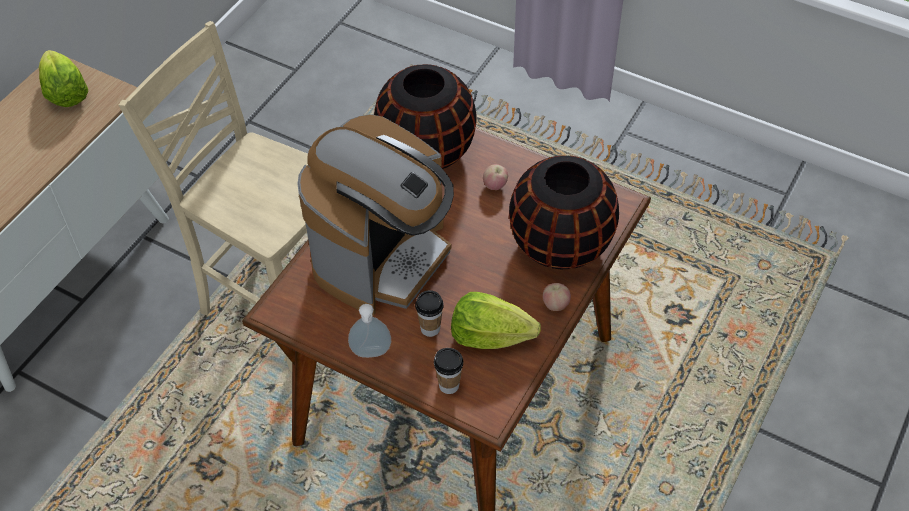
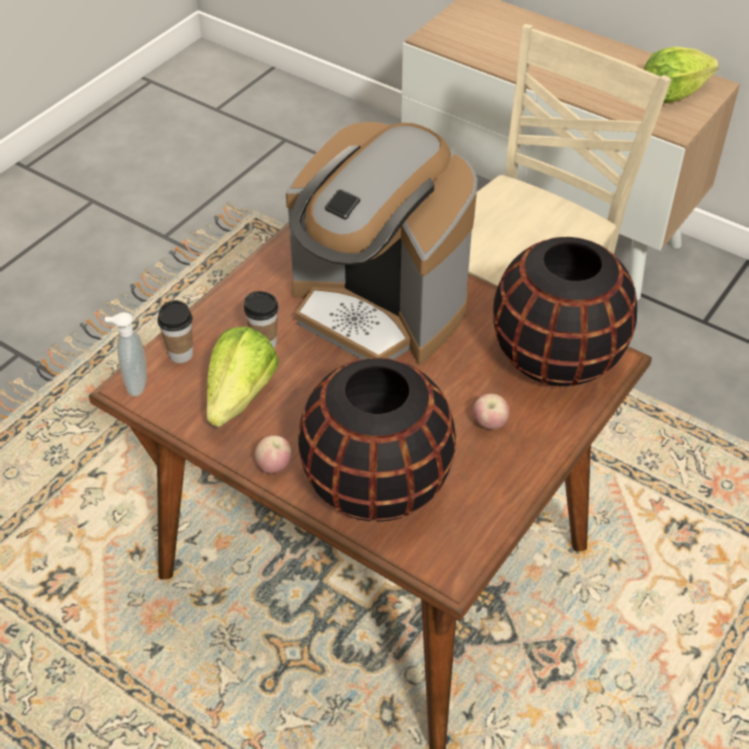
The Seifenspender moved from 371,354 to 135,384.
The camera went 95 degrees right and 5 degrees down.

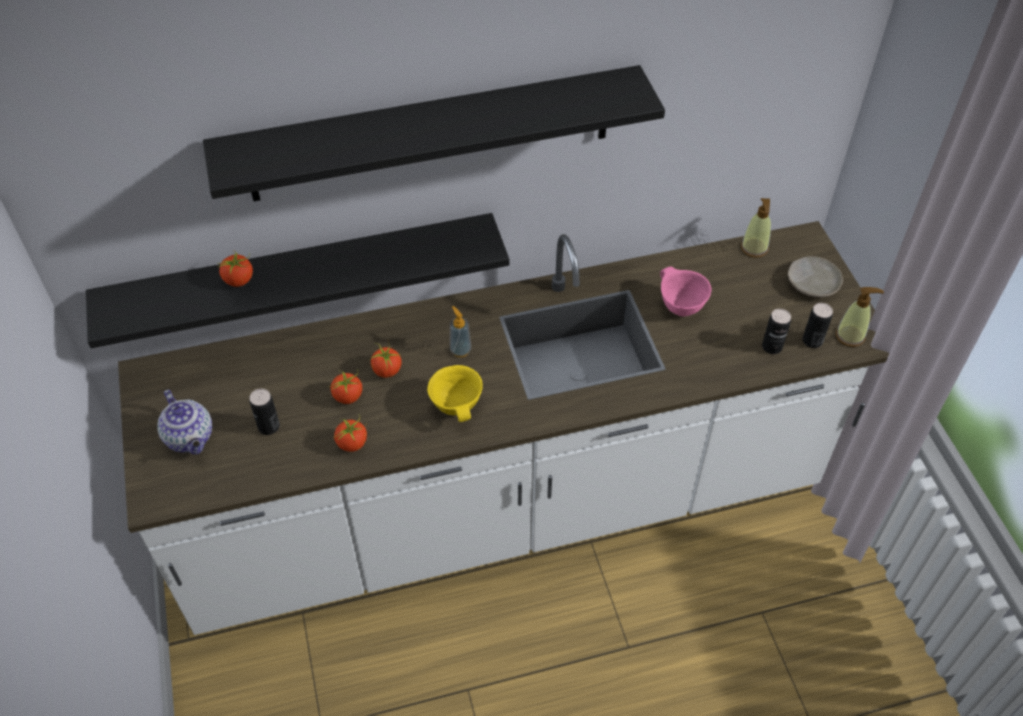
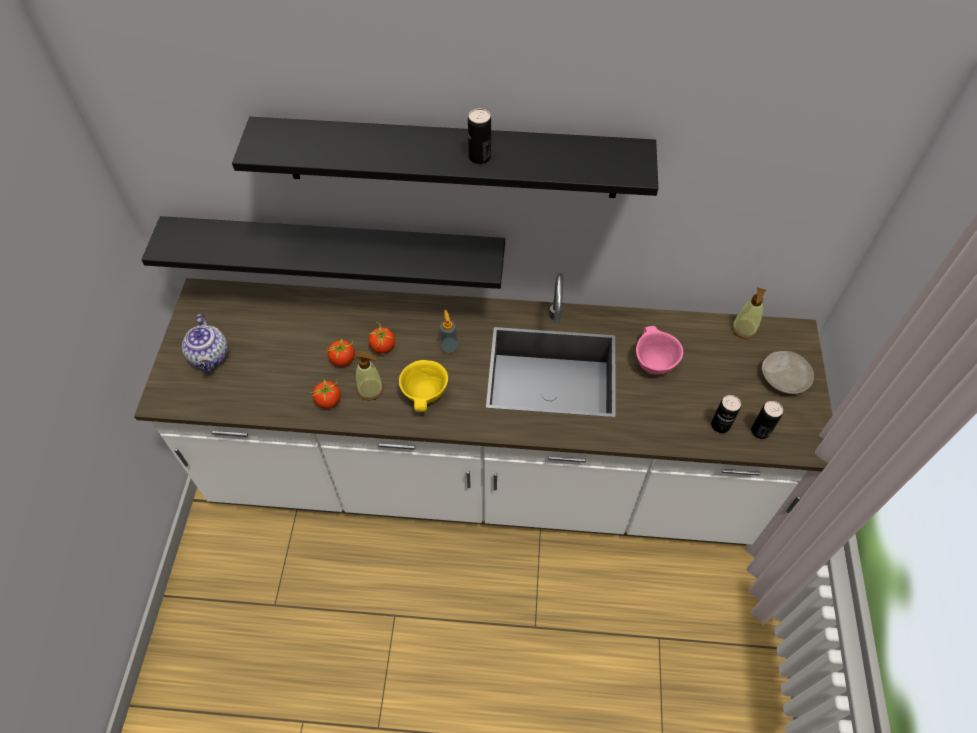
The Tomate at 239,280 disappeared.
The Dose moved from 269,426 to 479,157.
The Seifenspender moved from 850,336 to 370,389.
The camera went 20 degrees right and 5 degrees up.

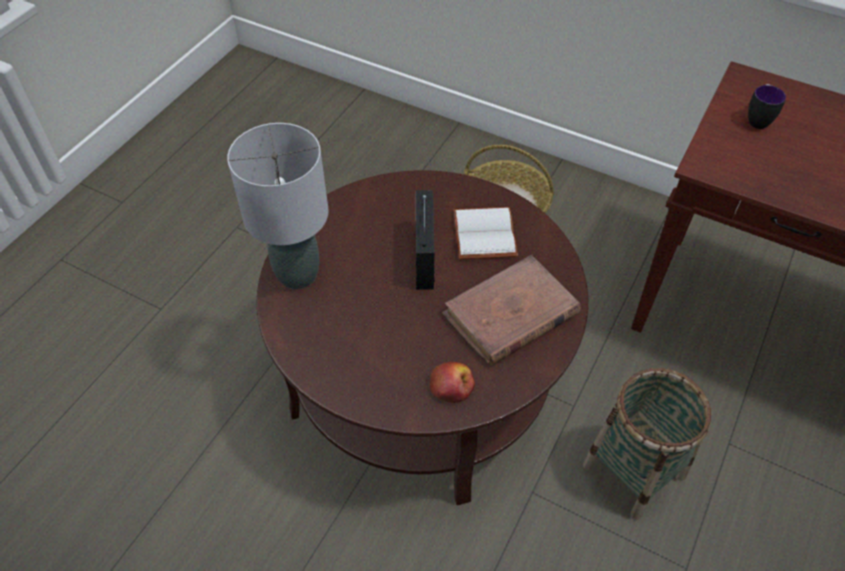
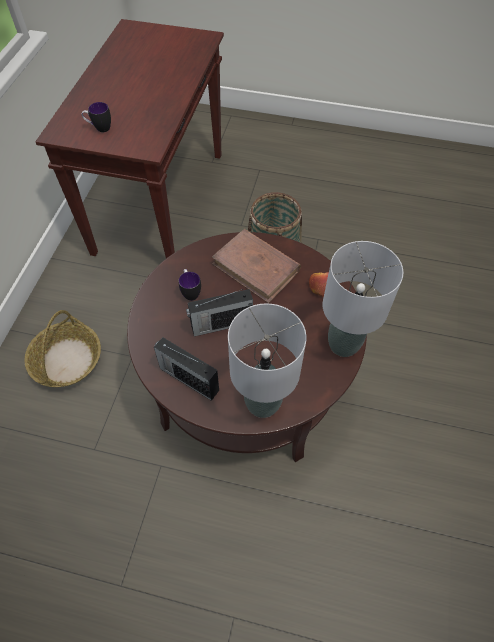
The Buch (weiß) at 486,235 was replaced by the Henkelbecher at 190,292.
The Radio at 188,378 appeared.
The Tischlampe (grau) at 343,345 appeared.
The camera went 105 degrees left and 5 degrees up.

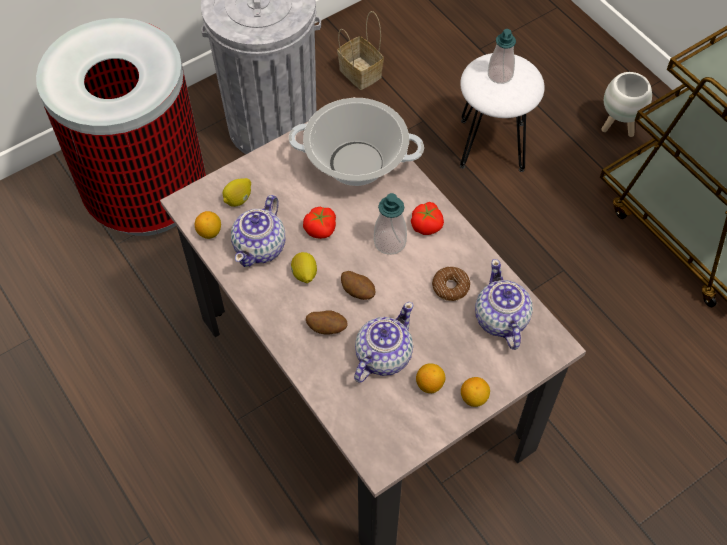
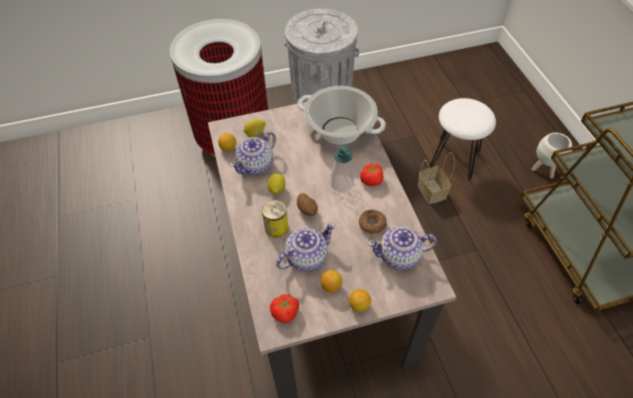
The Tomate moved from 321,229 to 285,312.
The Kartoffel at 327,328 was replaced by the Dose at 276,228.
The Korb moved from 358,73 to 430,191.
The Teekanne at 500,319 turned 105 degrees counterclockwise.
The Seifenspender at 500,75 disappeared.
The camera went 20 degrees right and 5 degrees down.

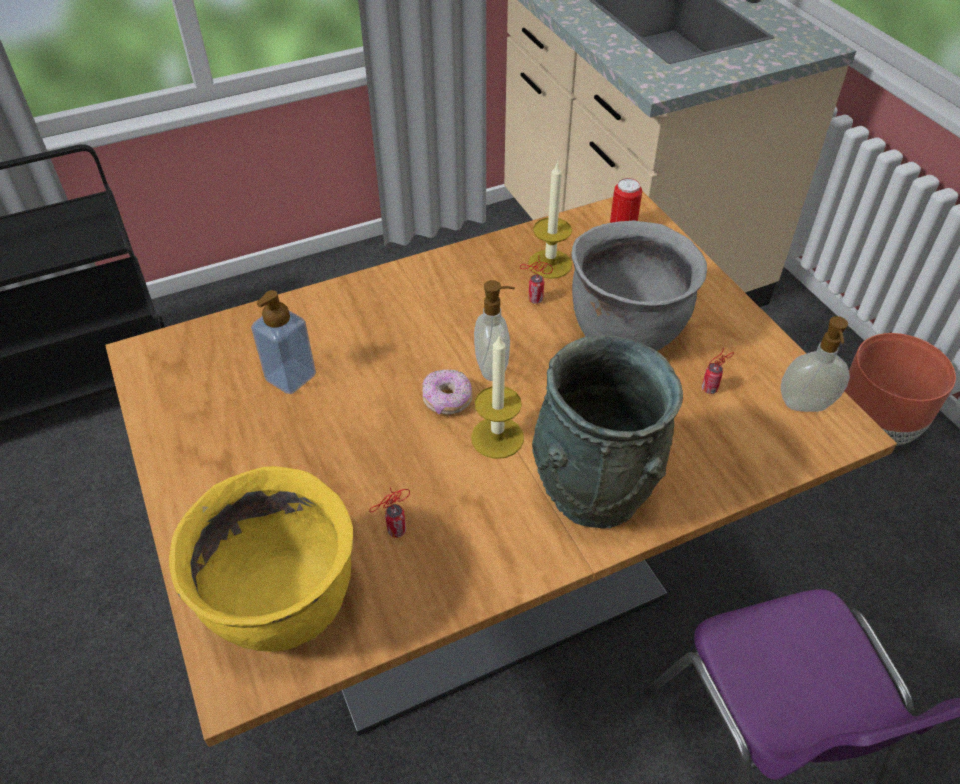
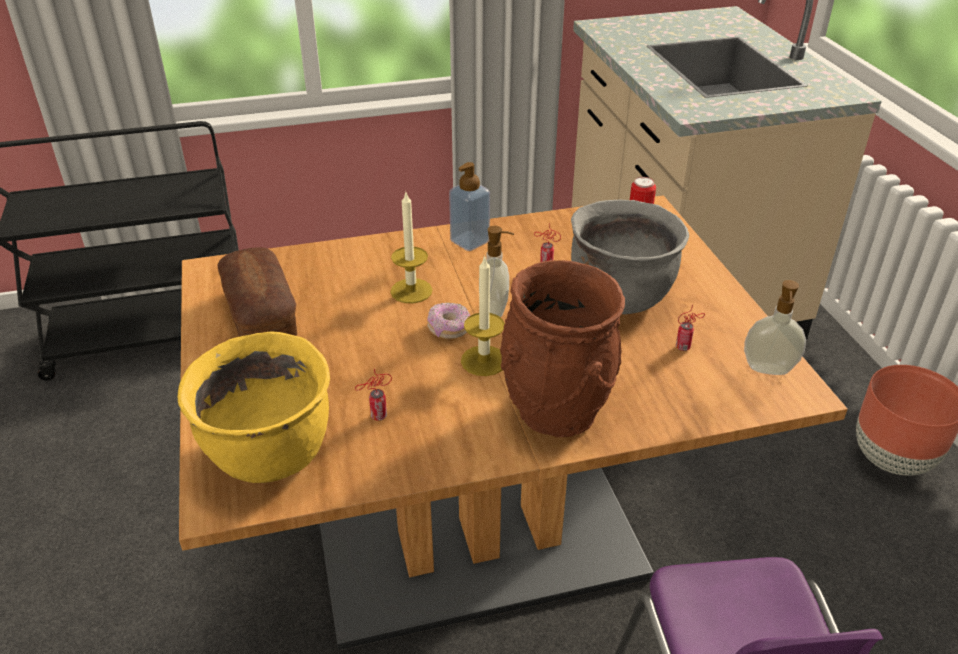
The Seifenspender moved from 290,377 to 469,241.
The Kerze moved from 550,264 to 411,291.
The Vase (grau) at 592,493 became the Vase (braun) at 554,411.
The Brot at 261,316 appeared.
The camera went 10 degrees right and 10 degrees down.

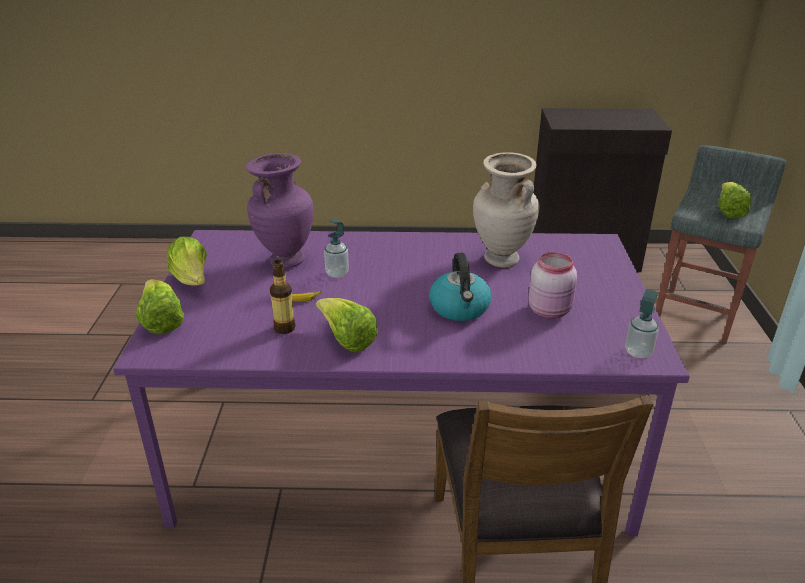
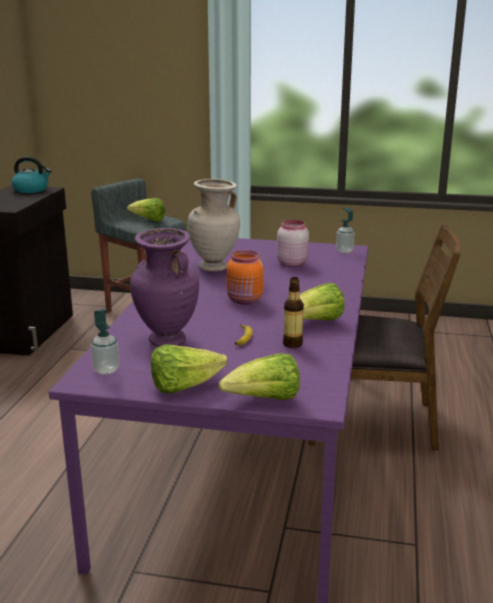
The Seifenspender moved from 337,273 to 106,370.
The Wasserkessel moved from 460,308 to 32,190.
The Vorratsglas (orange) at 245,300 appeared.
The camera went 80 degrees left and 10 degrees down.

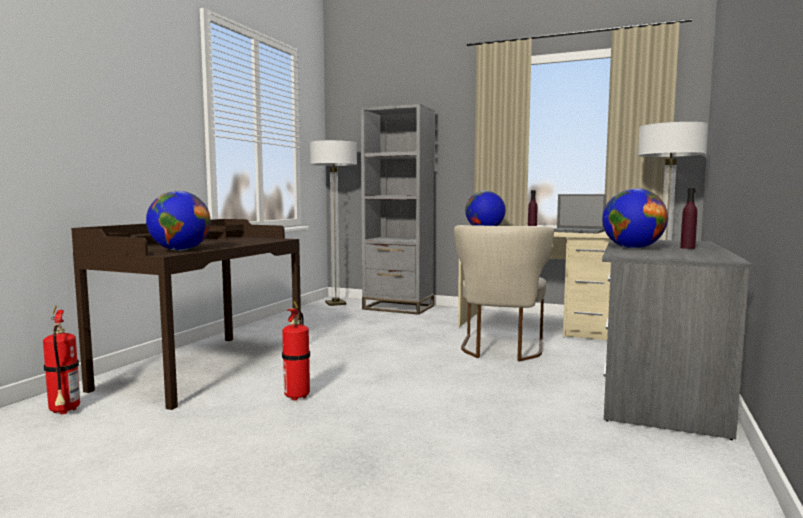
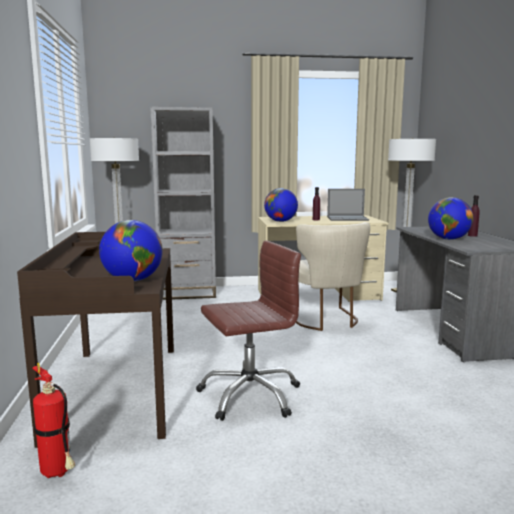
The Feuerlöscher at 298,396 was replaced by the Bürostuhl (braun) at 249,395.
The camera went 30 degrees left and 5 degrees up.

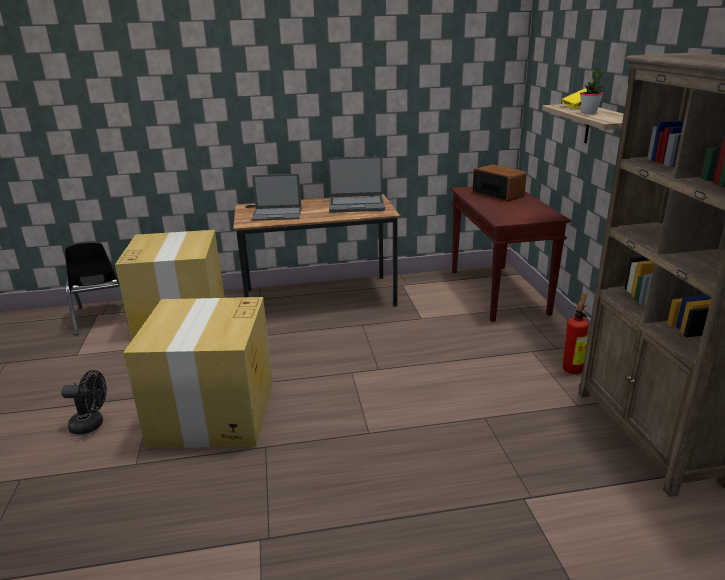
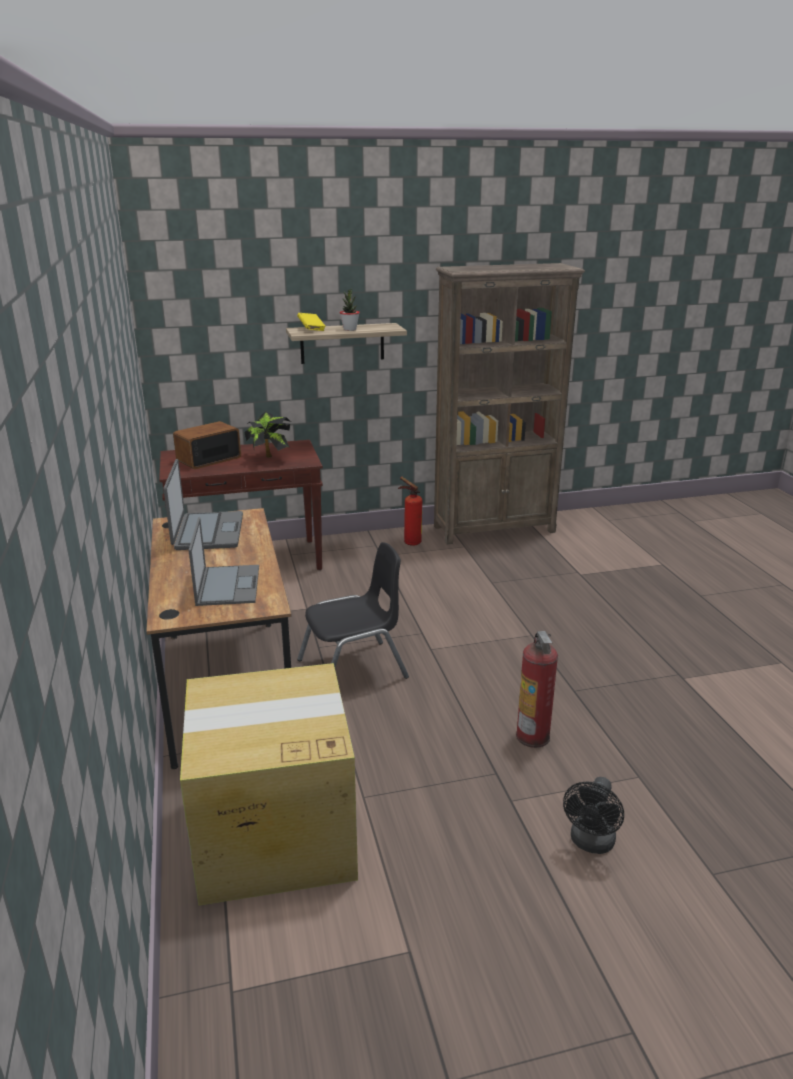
The Ventilator (schwarz) at 92,425 turned 150 degrees counterclockwise.
The Stuhl (schwarz) moved from 105,317 to 353,670.
The Karton at 213,414 was replaced by the Feuerlöscher at 533,736.
The Topfpflanze at 269,458 appeared.
The camera went 95 degrees left and 0 degrees up.

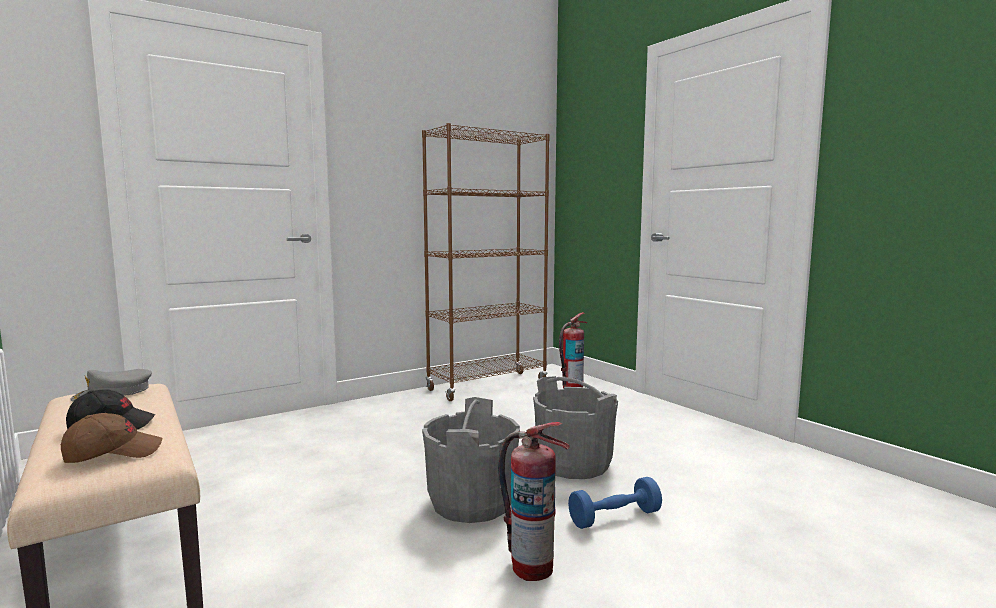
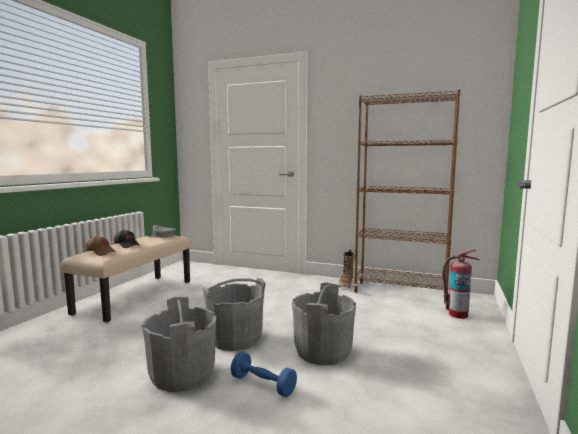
The Feuerlöscher at 532,567 was replaced by the Eimer (grau) at 182,374.
The Stiefel at 346,284 appeared.
The camera went 55 degrees right and 0 degrees up.

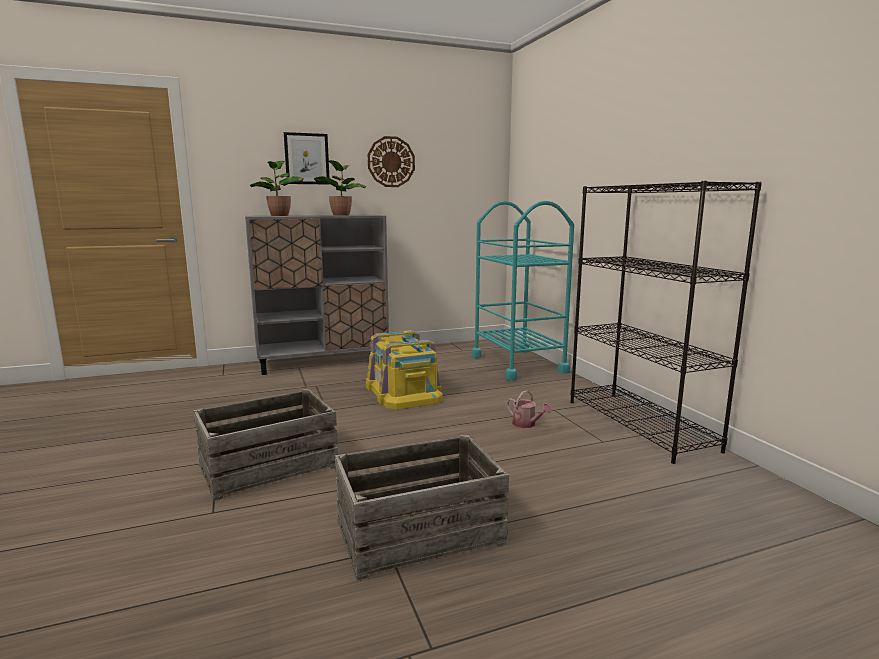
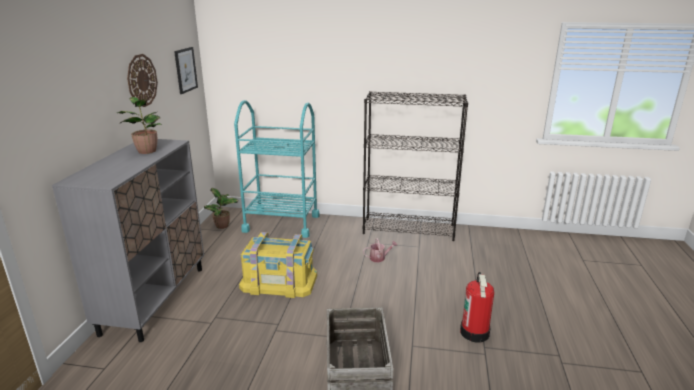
The Topfpflanze moved from 279,215 to 223,226.
The Bild moved from 307,159 to 185,70.
The Kiste at 419,533 was replaced by the Feuerlöscher at 475,333.
The camera went 60 degrees left and 10 degrees up.

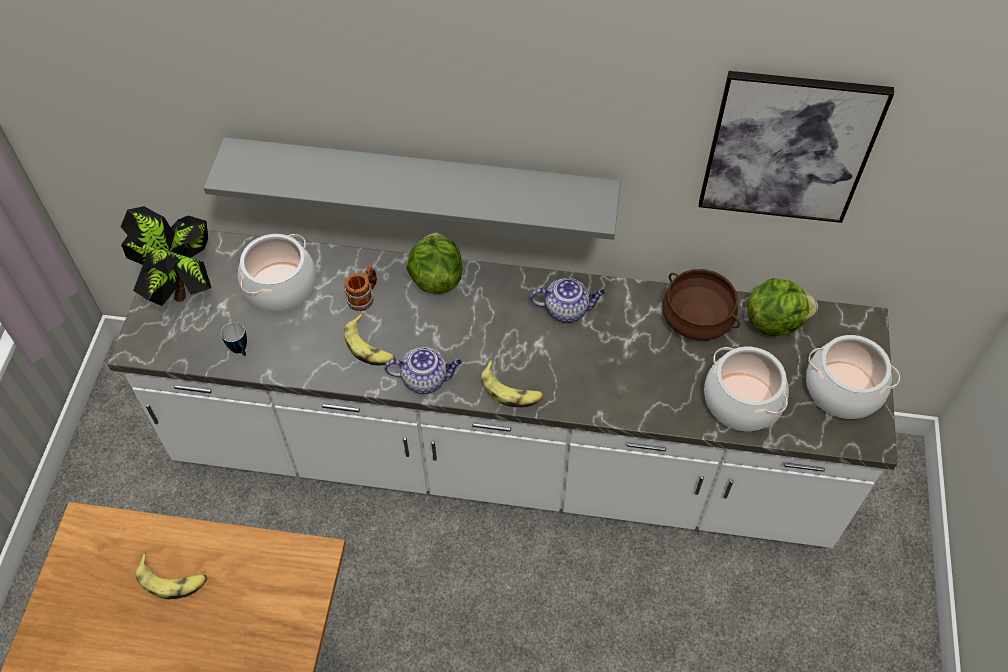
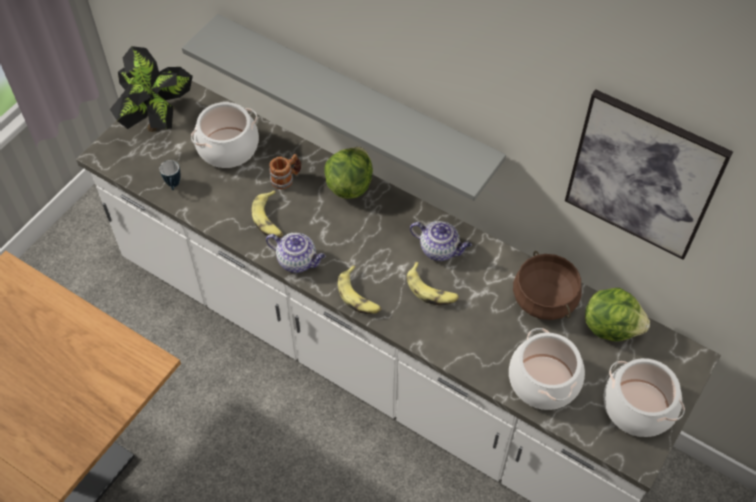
The Banane moved from 172,580 to 431,290.
The camera went 25 degrees right and 0 degrees up.

